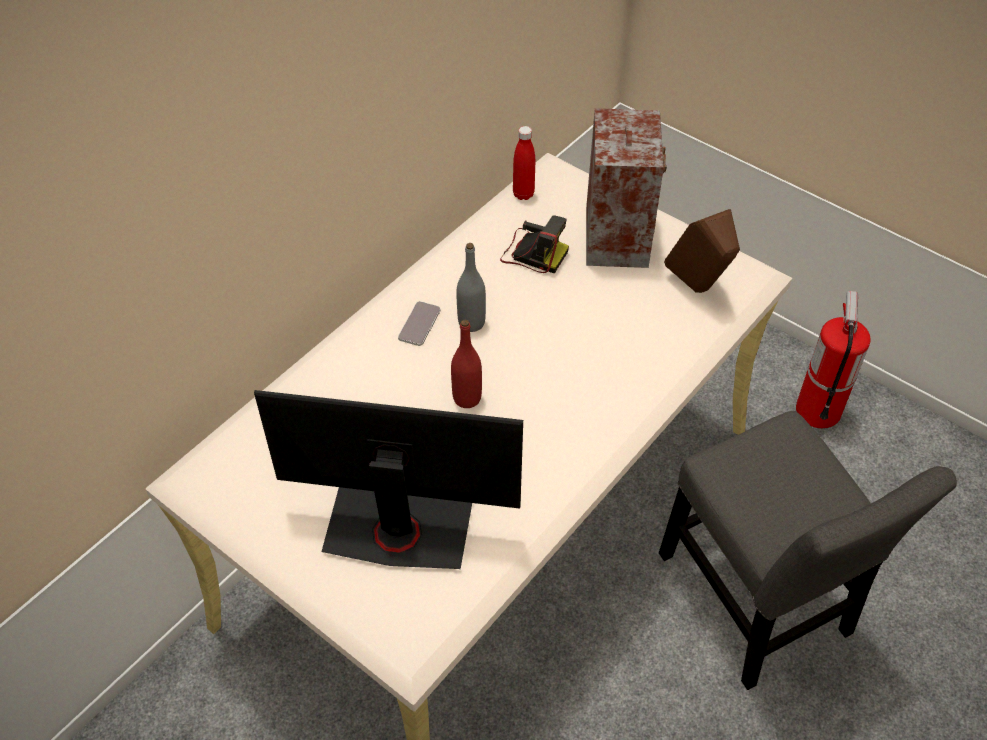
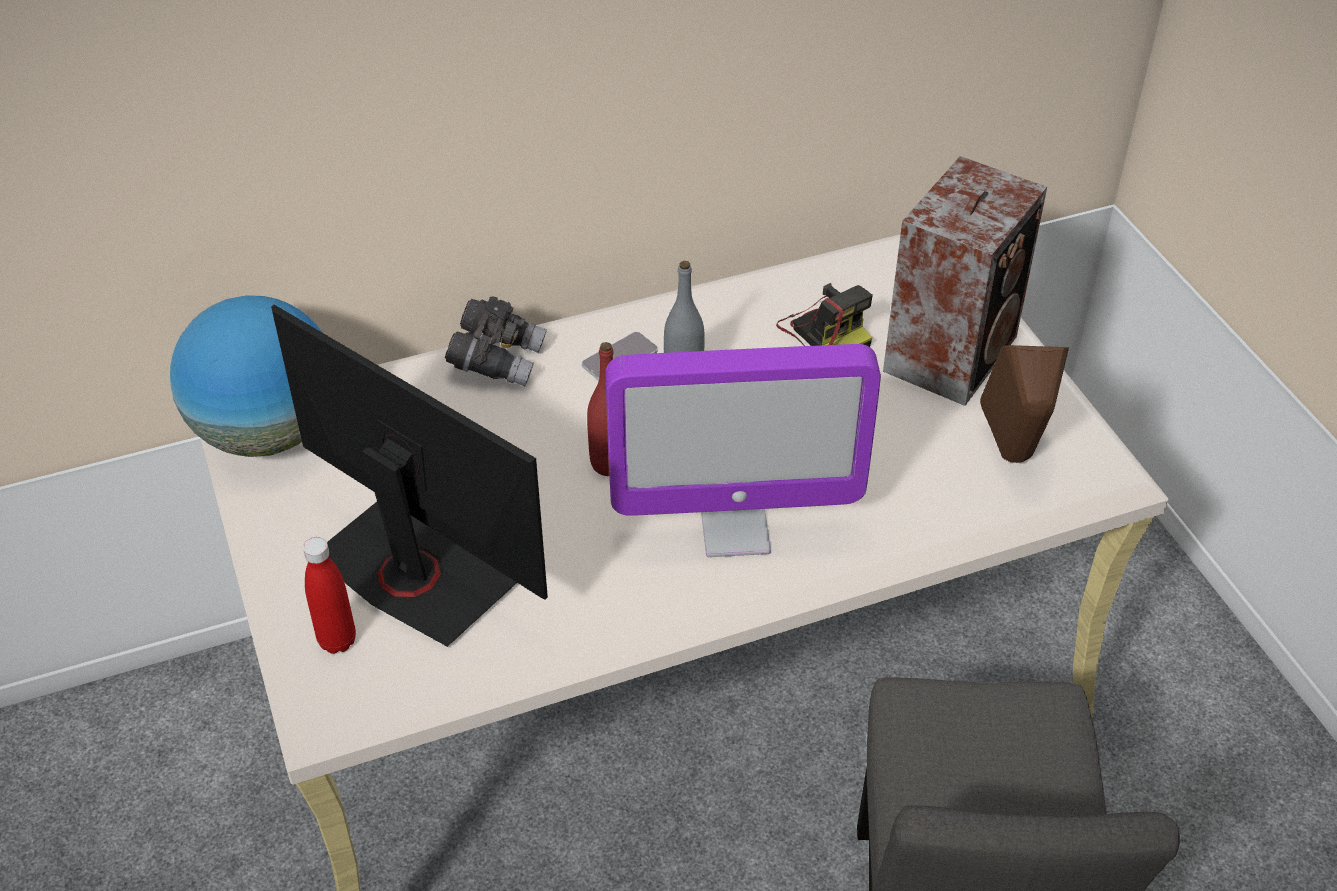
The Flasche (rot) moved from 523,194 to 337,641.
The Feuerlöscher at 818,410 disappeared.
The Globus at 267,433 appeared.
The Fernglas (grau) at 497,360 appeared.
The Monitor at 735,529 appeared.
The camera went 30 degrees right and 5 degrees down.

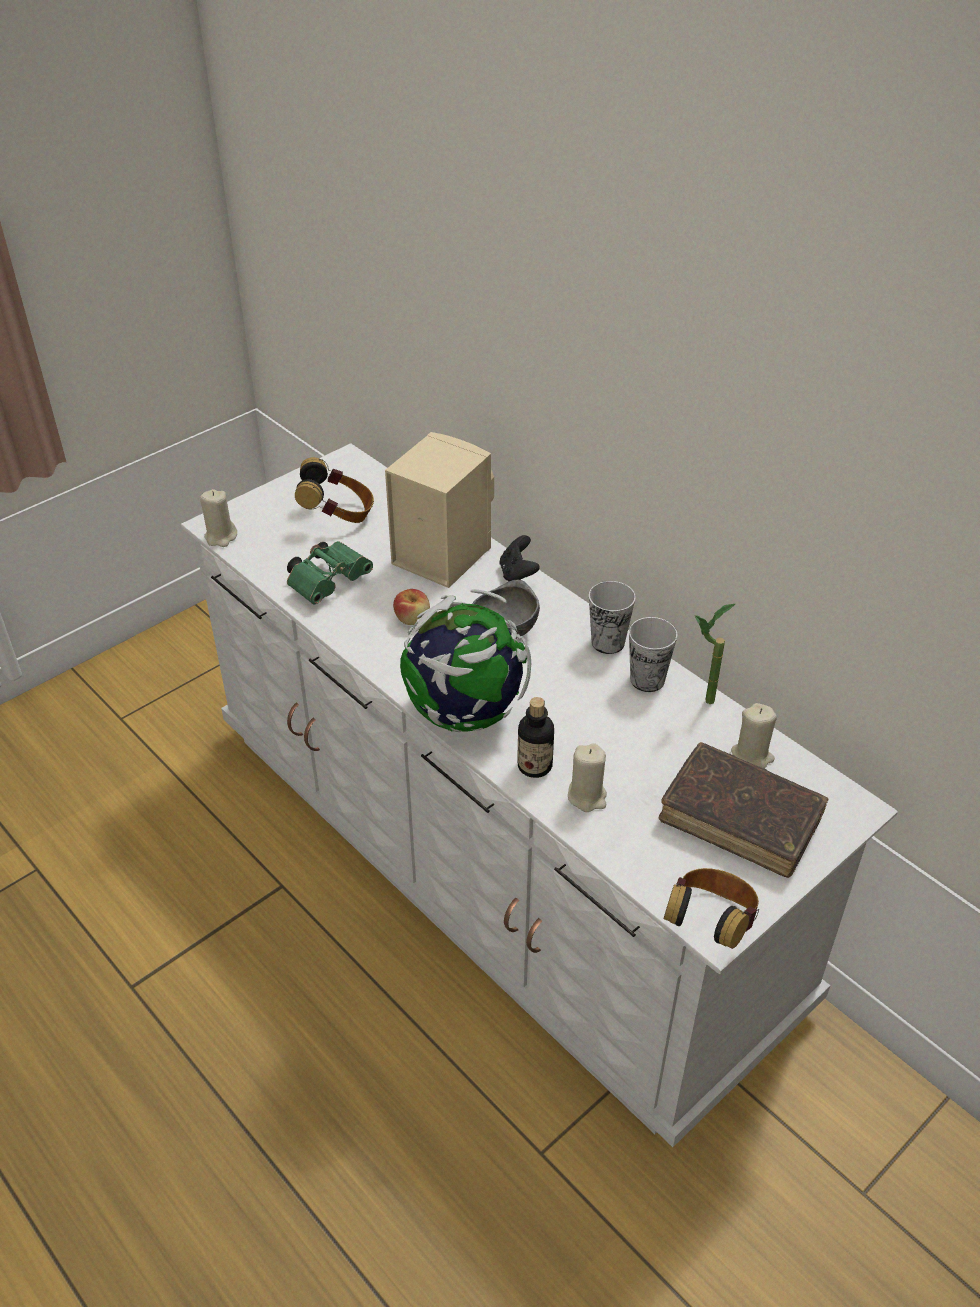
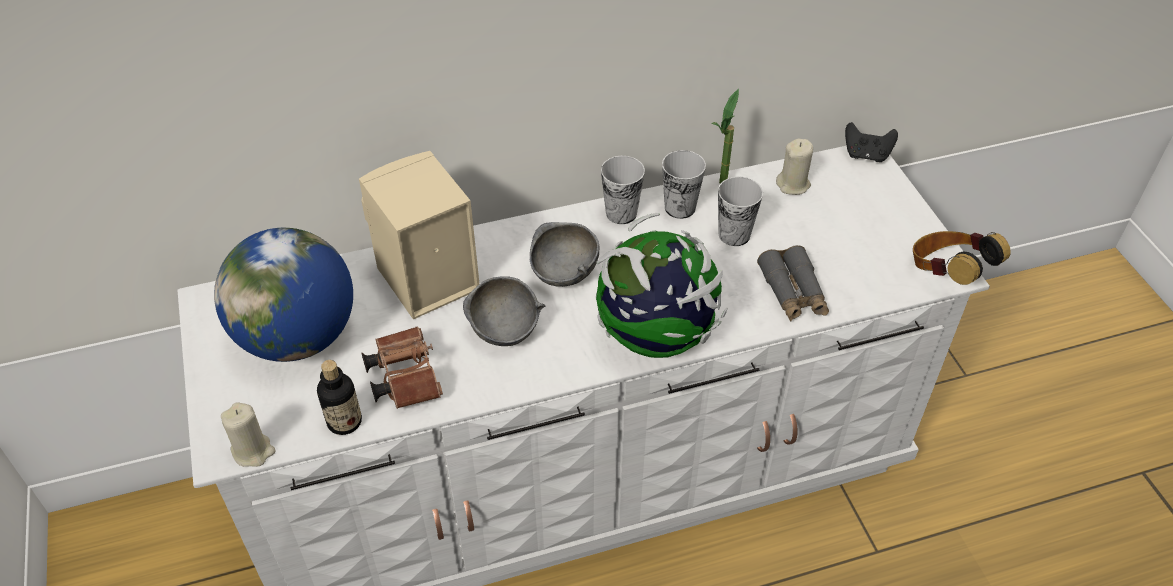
The Fernglas (grün) at 330,582 became the Fernglas (braun) at 404,376.
The Kopfhörer at 338,515 was replaced by the Globus at 298,337.
The Apfel at 412,618 was replaced by the Schüssel (grau) at 505,330.
The Gamepad (schwarz) moved from 518,574 to 866,155.
The Flasche moved from 534,766 to 344,422.
The Kerze (beige) at 587,796 was replaced by the Fernglas (grau) at 793,292.
The Buch (braun) at 740,819 disappeared.
The Tasse at 734,235 appeared.
The camera went 65 degrees left and 5 degrees up.

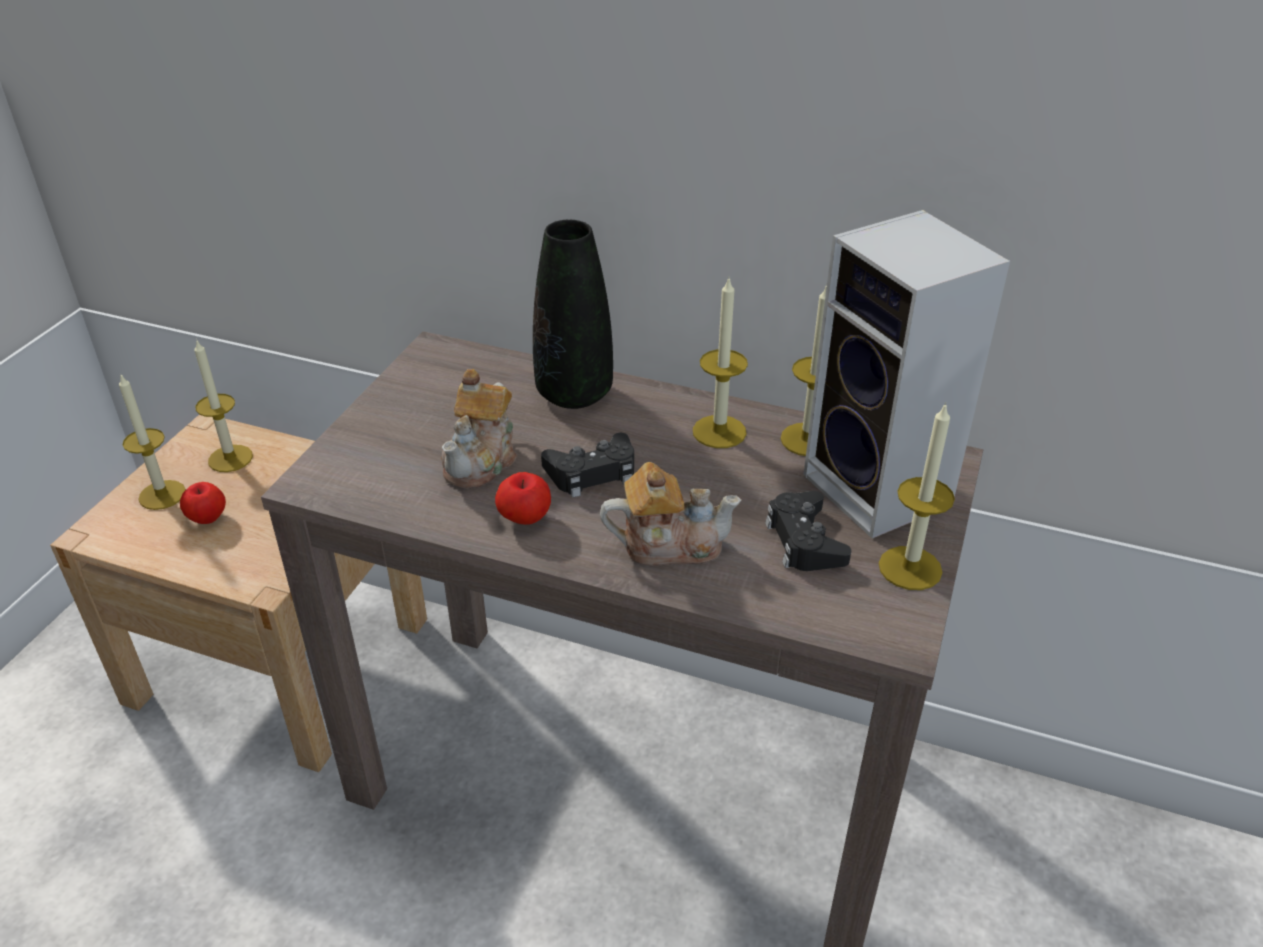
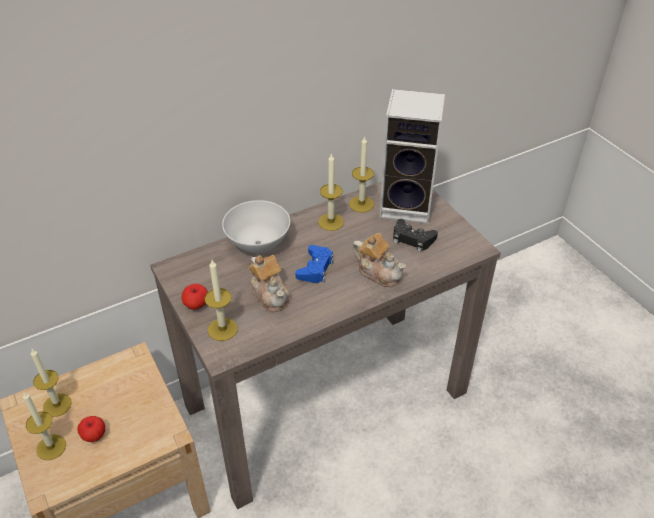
The Apfel moved from 524,518 to 196,305.
The Vase (schwarz) at 574,394 was replaced by the Schüssel (weiß) at 259,245.
The Gamepad (schwarz) at 592,473 became the Gamepad (blau) at 315,268.
The Teekanne at 669,544 turned 90 degrees clockwise.
The Kerze moved from 910,568 to 222,329.
The camera went 50 degrees left and 5 degrees up.

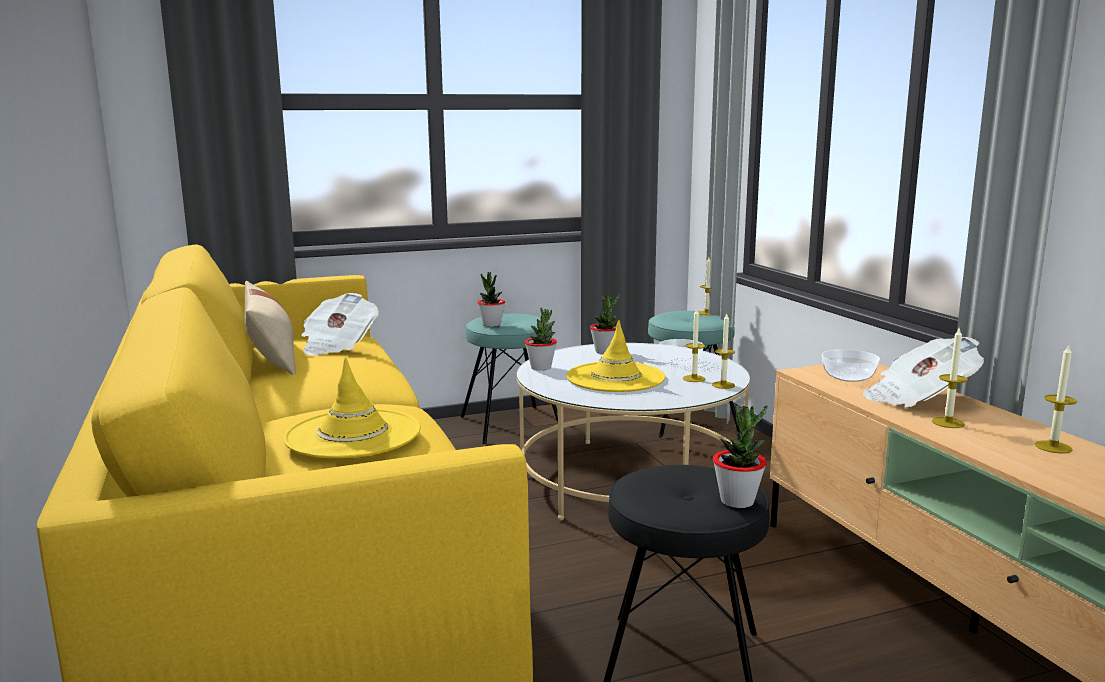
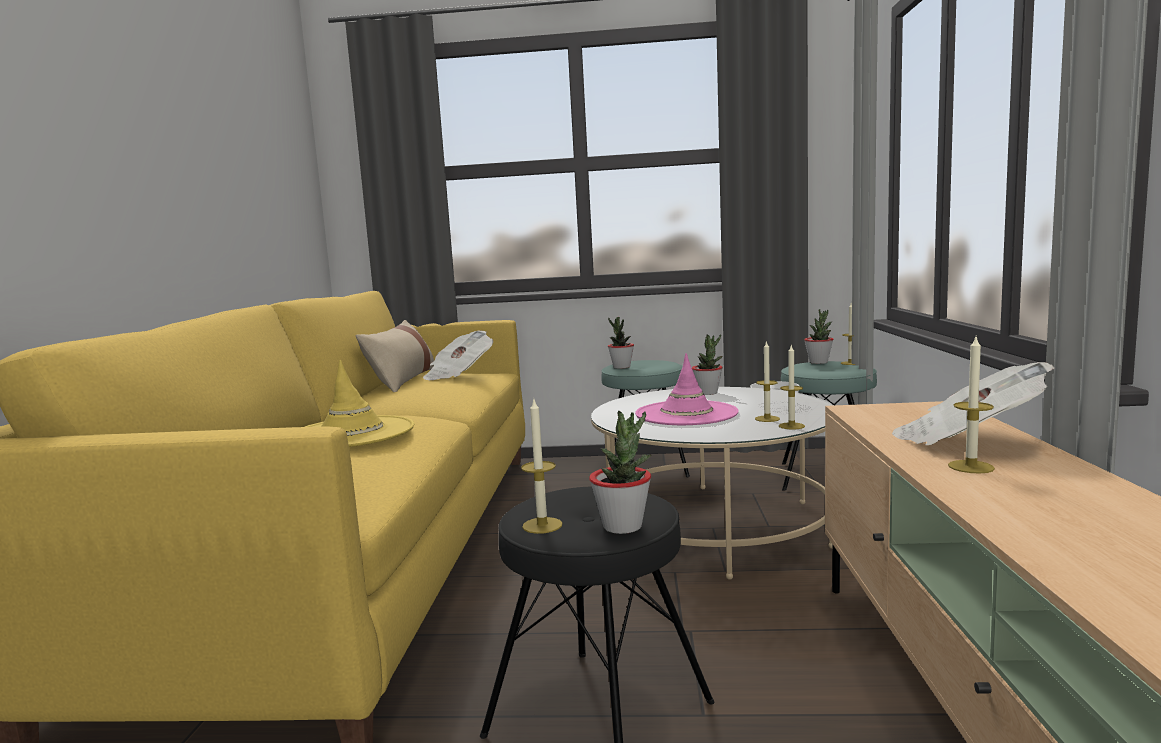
The Topfpflanze moved from 541,368 to 818,362.
The Hut (gelb) at 615,377 became the Hut (rosa) at 686,414.
The Schüssel at 849,377 disappeared.
The Kerze moved from 1053,447 to 542,525.
The camera went 25 degrees right and 5 degrees down.

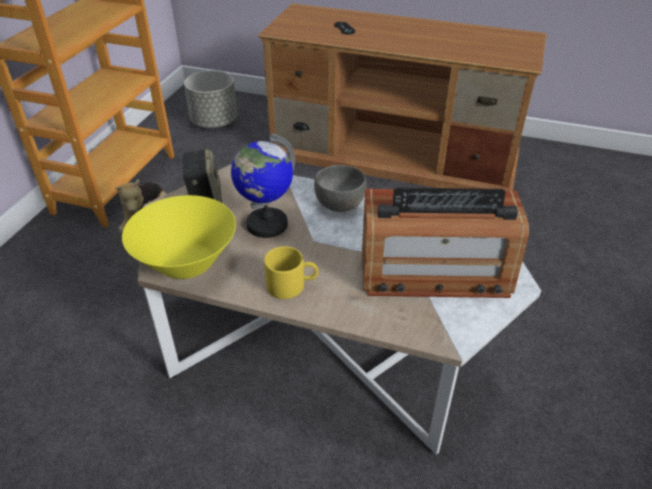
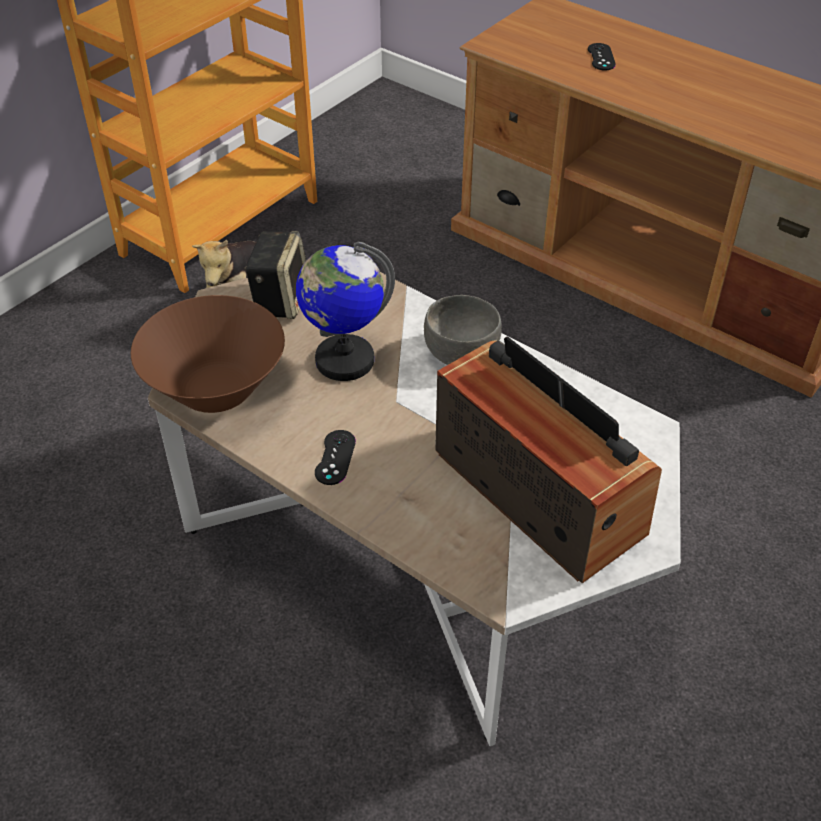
The Schüssel (gelb) at 187,263 became the Schüssel (braun) at 216,389.
The Pflanzkübel (grau) at 214,122 disappeared.
The Henkelbecher (gelb) at 292,285 was replaced by the Gamepad (schwarz) at 335,457.
The Radio at 434,272 turned 150 degrees counterclockwise.
The camera went 20 degrees right and 5 degrees up.

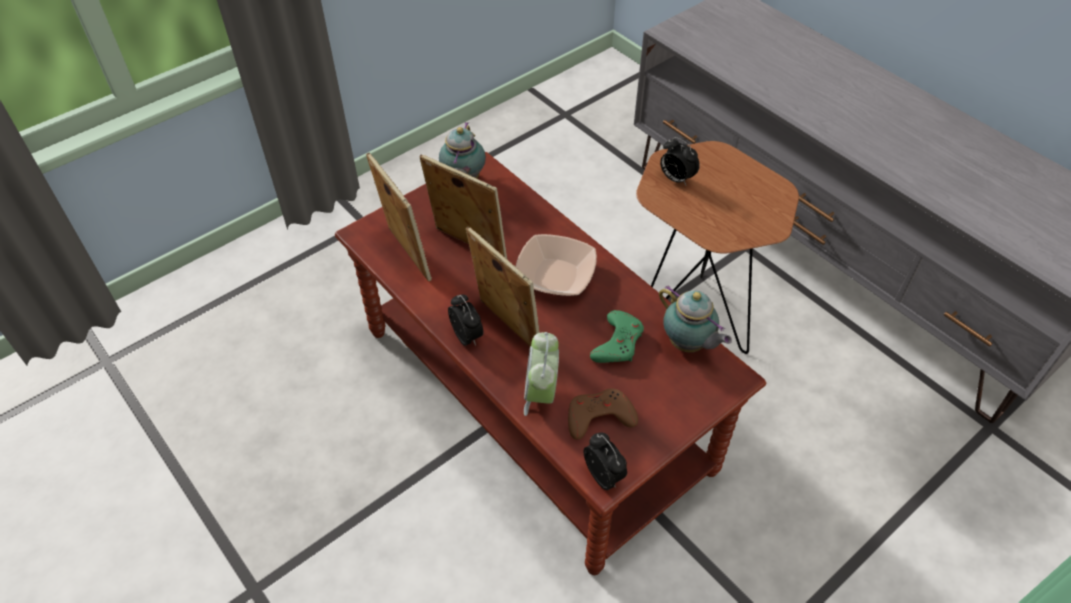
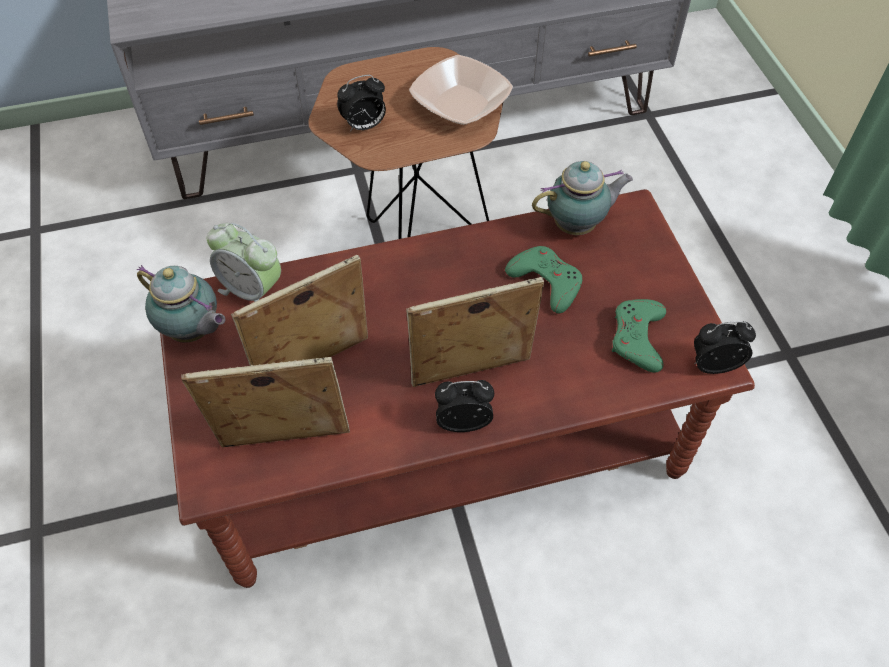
The Schüssel moved from 555,275 to 460,104.
The Wecker moved from 541,393 to 252,290.
The Gamepad (braun) at 599,417 became the Gamepad (grün) at 637,338.
The camera went 65 degrees left and 5 degrees up.

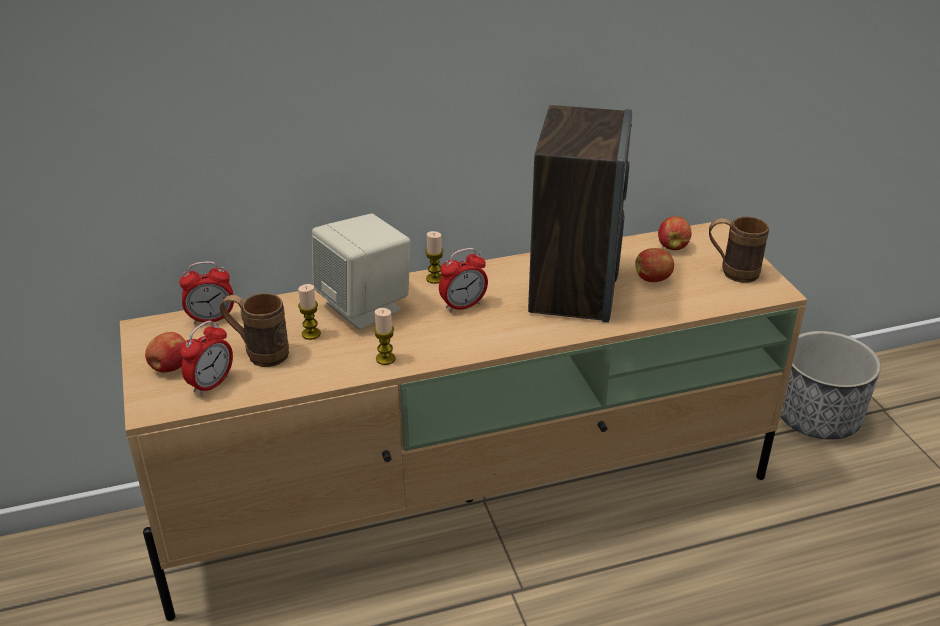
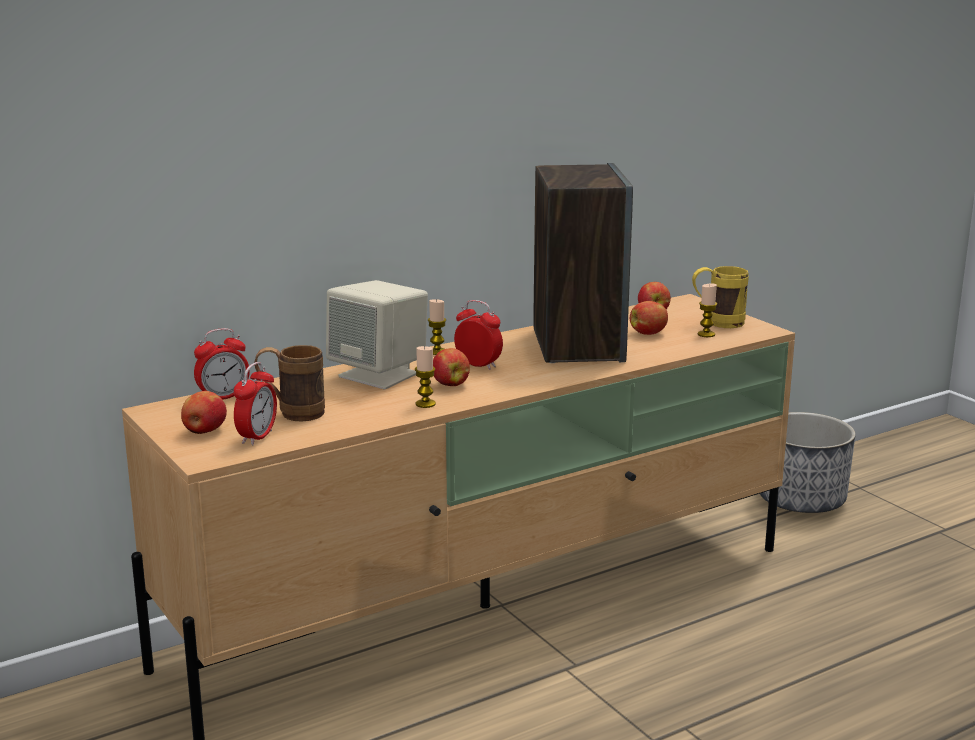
The Kerze moved from 311,334 to 706,334.
The Wecker at 463,305 turned 105 degrees counterclockwise.
The Henkelbecher (braun) at 731,272 became the Henkelbecher (gelb) at 717,323.
The Apfel at 450,384 appeared.
The camera went 15 degrees left and 15 degrees down.

